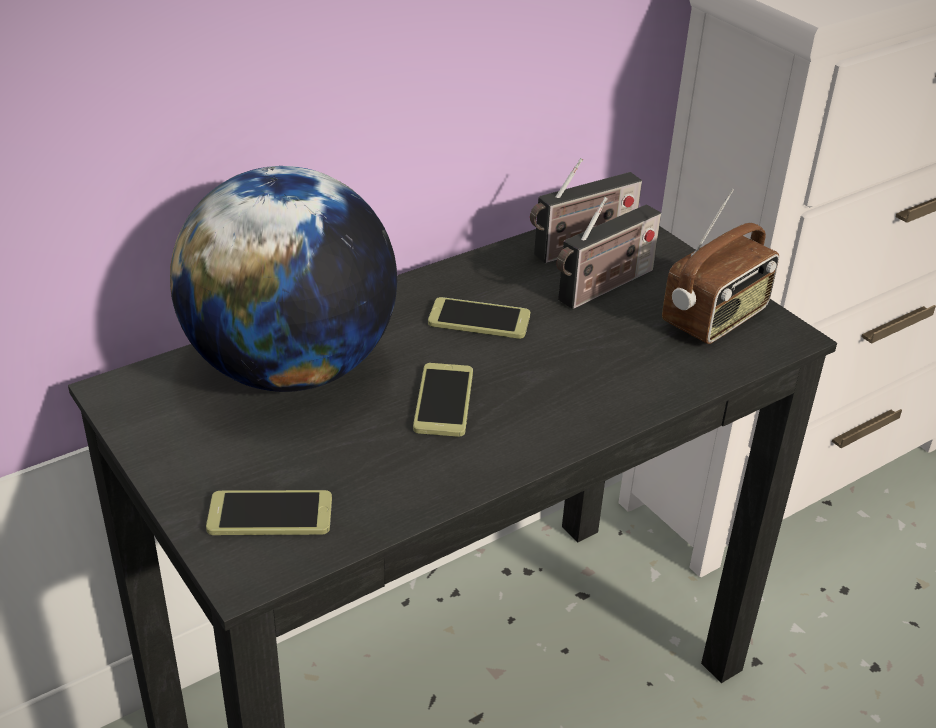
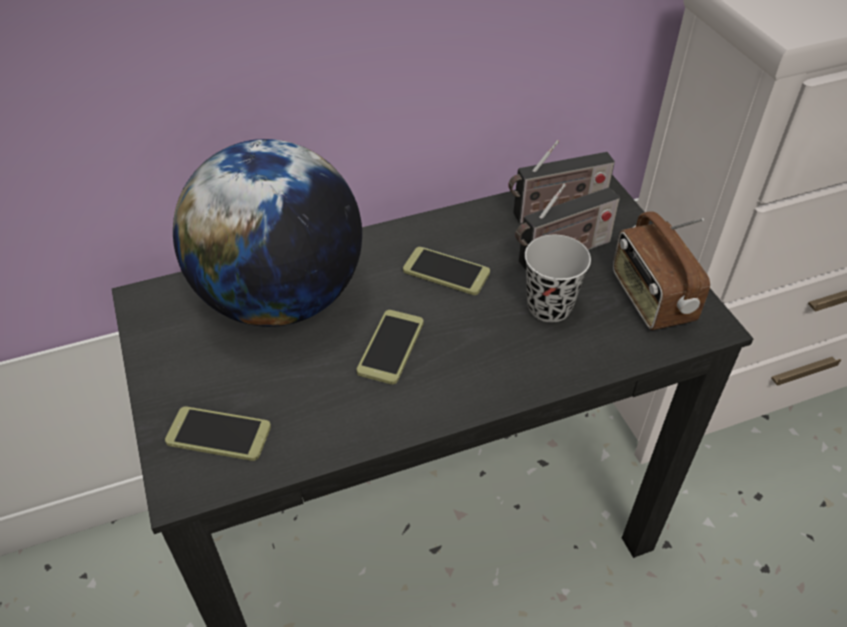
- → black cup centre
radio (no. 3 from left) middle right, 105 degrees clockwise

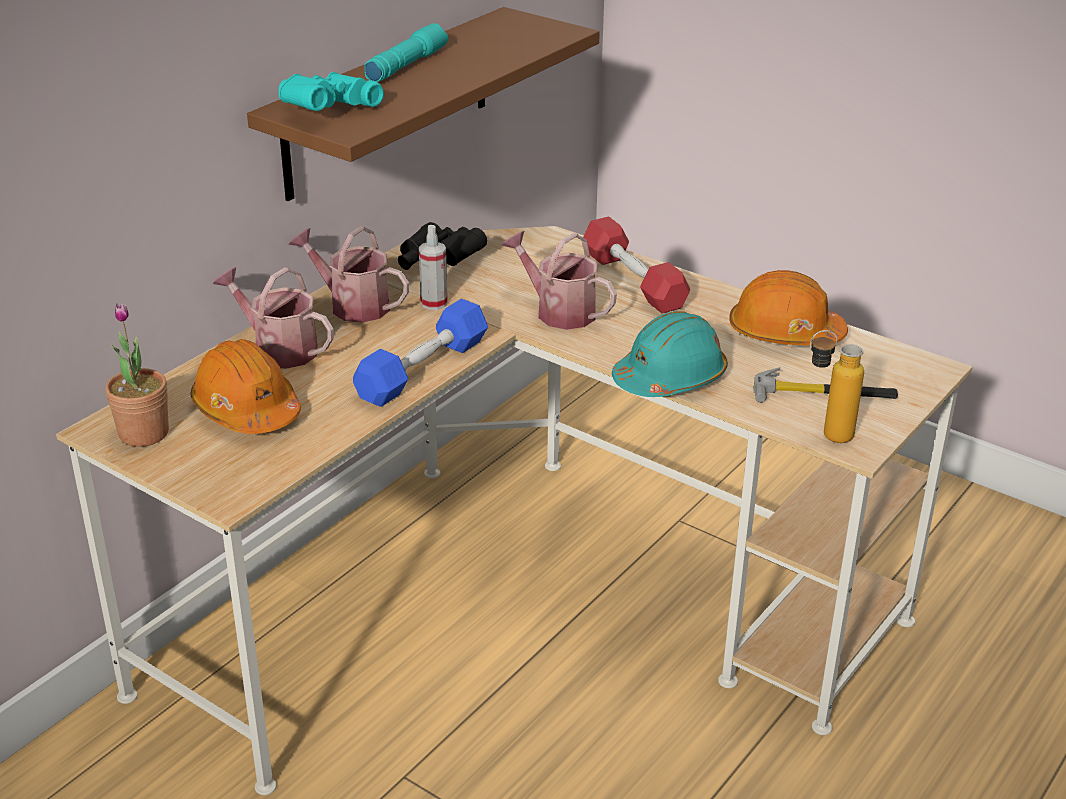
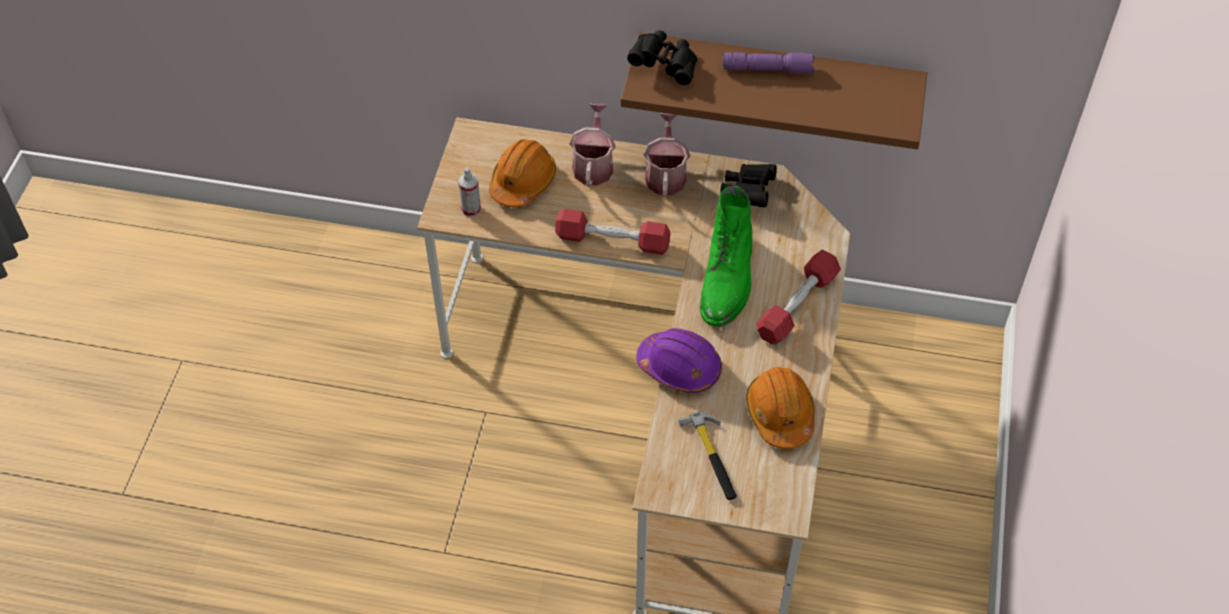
potted plant middle left → -
bottle middle right → -
spray bottle centre → spray bottle top centre, relocated
watering can (no. 3 from left) centre → green boot centre
turquoise binoculars top left → black binoculars (no. 1 from left) top centre
blue dumbbell centre → red dumbbell (no. 1 from left) centre
turquoise flashlight top centre → purple flashlight top centre
turquoise hard hat centre → purple hard hat centre

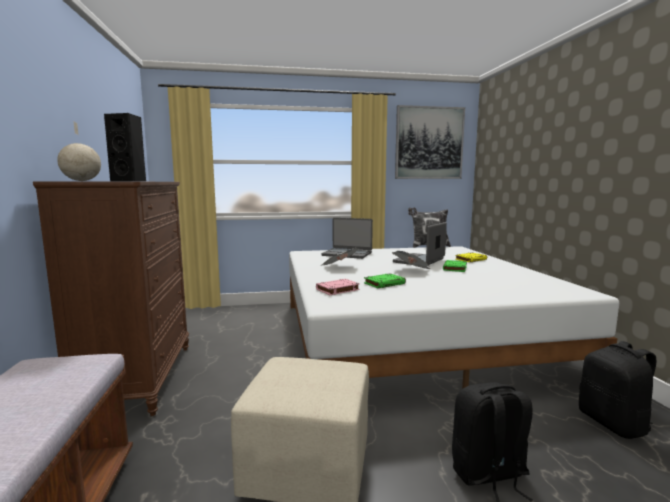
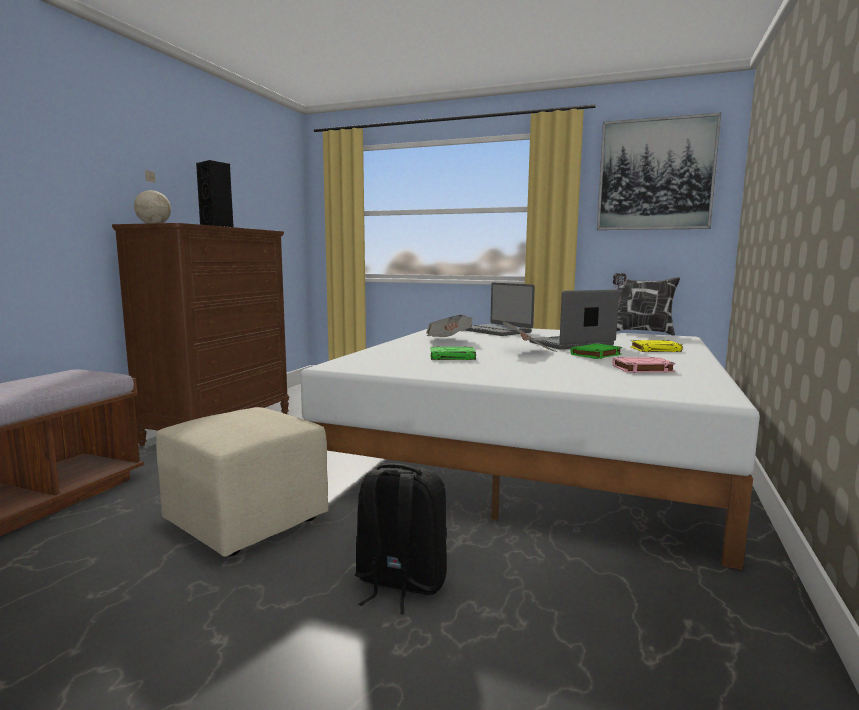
black backpack (no. 2 from left) bottom right → -
pink book centre → pink book middle right, relocated

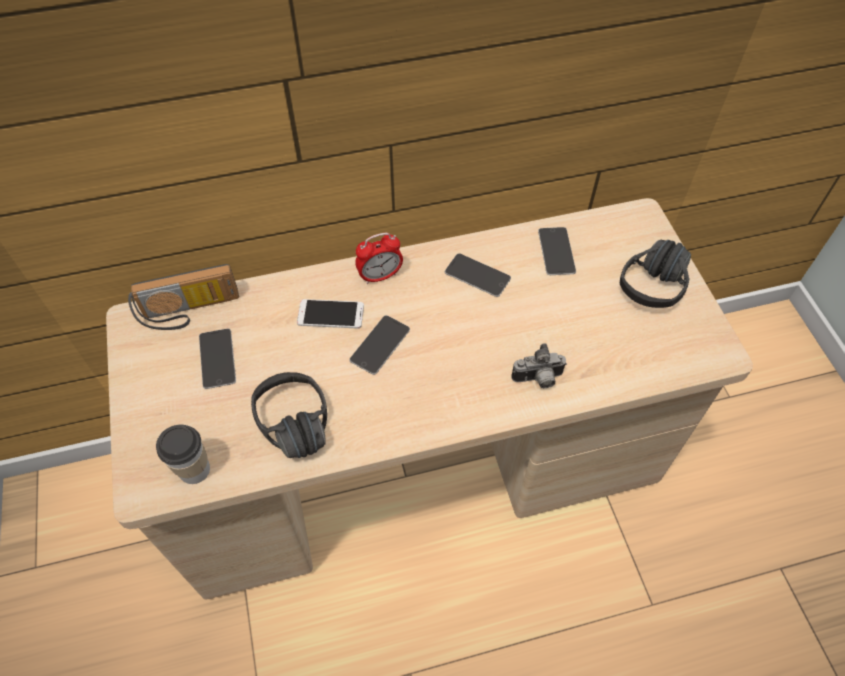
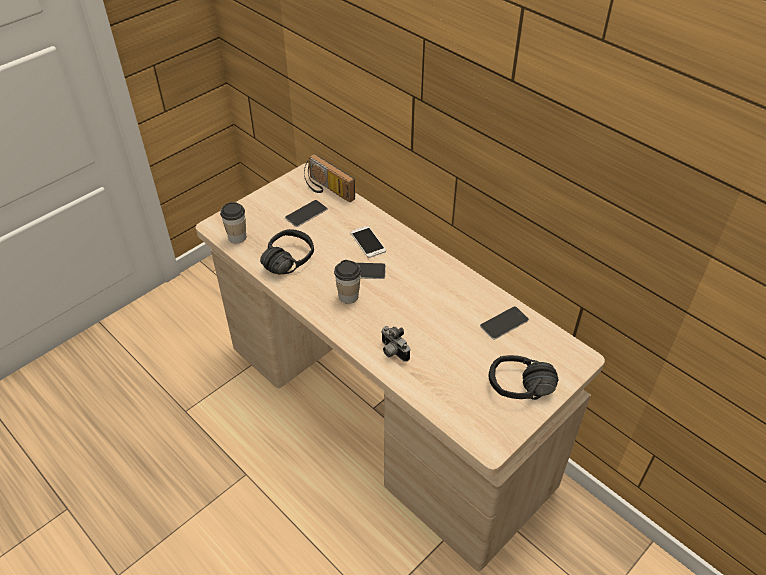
alarm clock centre → -
phone (no. 4 from left) centre → -
- → cup (no. 2 from left) centre

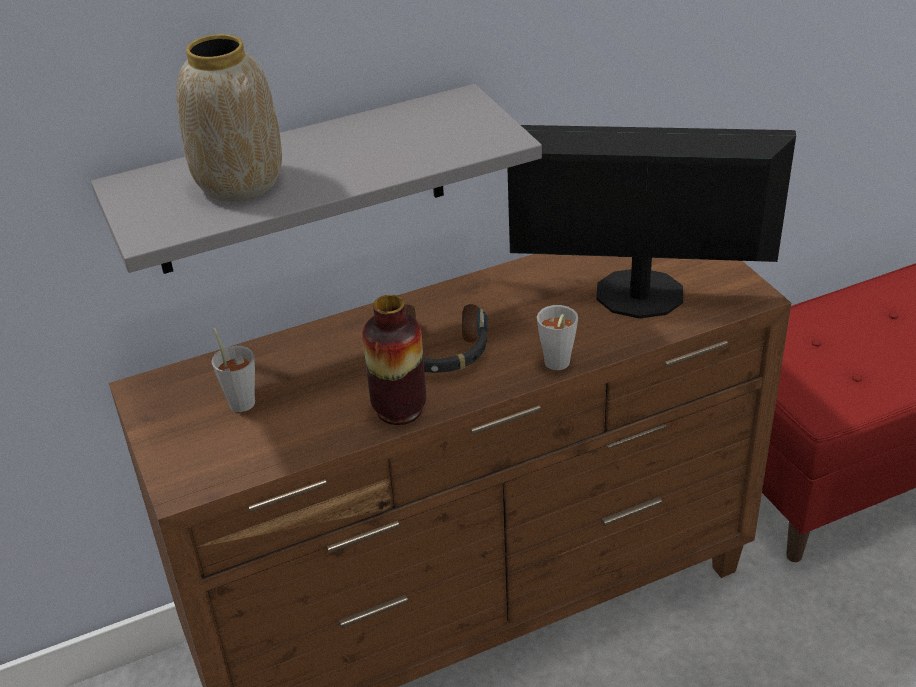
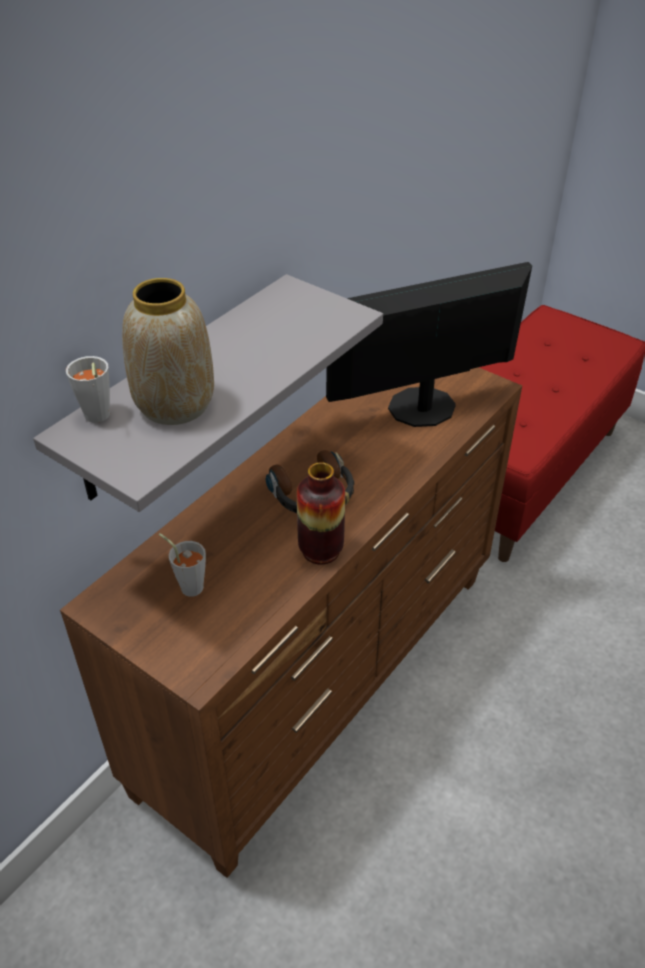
grey cup (no. 2 from left in the first image) centre → grey cup (no. 1 from left) middle left, relocated

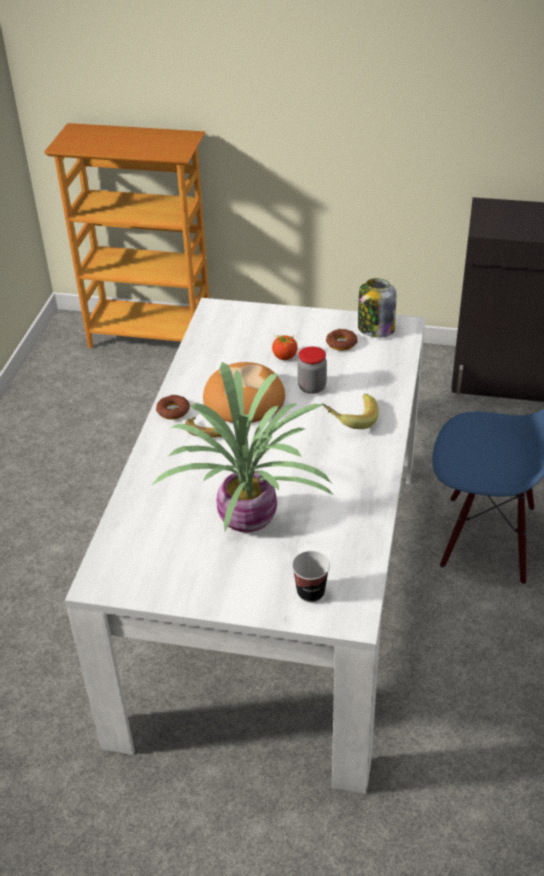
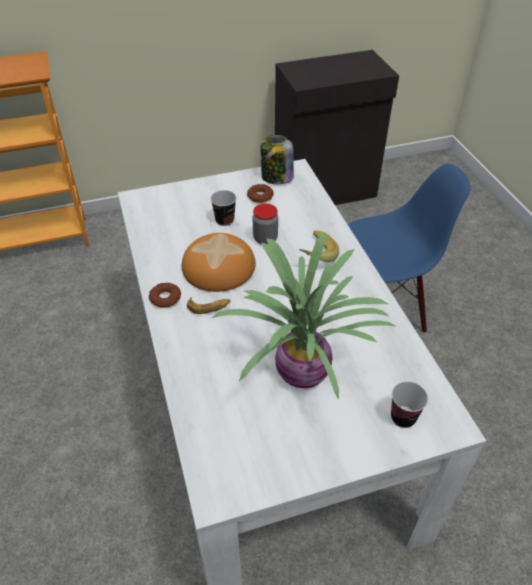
tomato centre → cup (no. 1 from left) centre

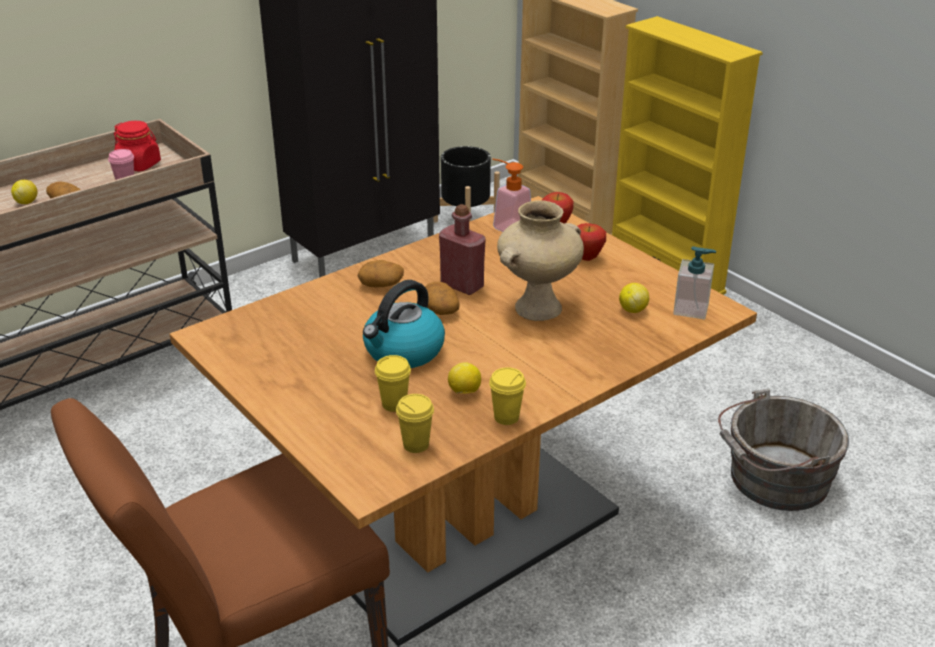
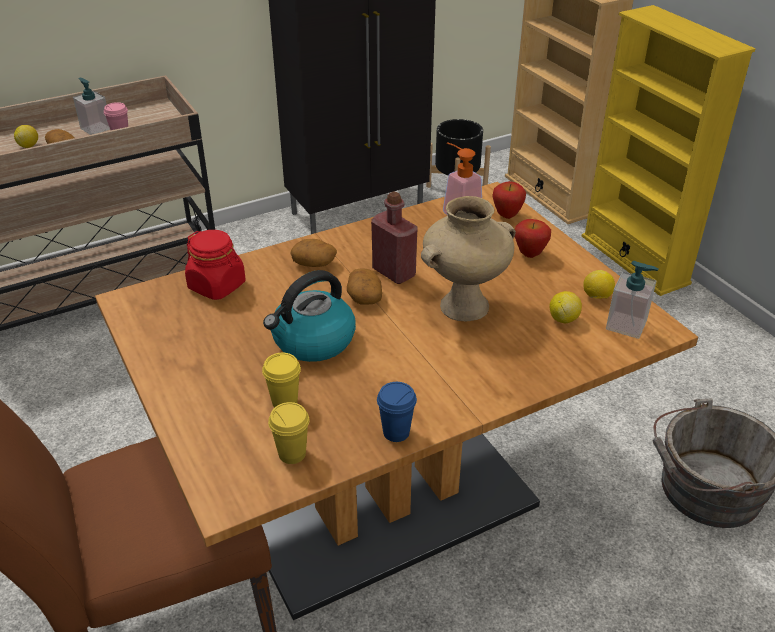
- → soap dispenser (no. 1 from left) top left
red jar top left → red jar middle left, relocated
lemon (no. 2 from left in the first image) centre → lemon (no. 3 from left) middle right, relocated
yellow cup (no. 3 from left) centre → blue cup centre

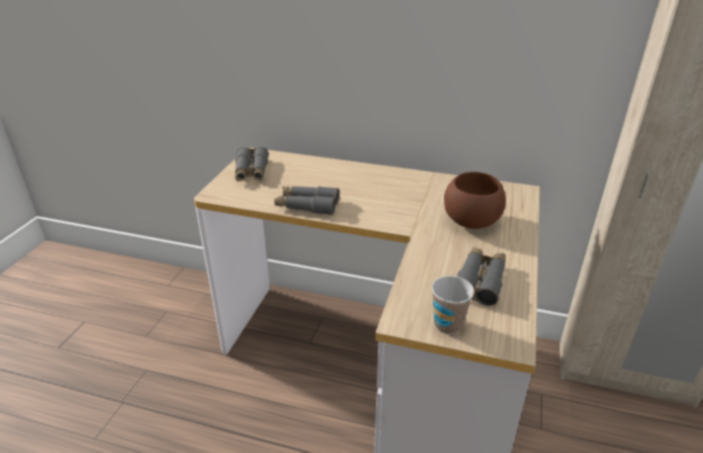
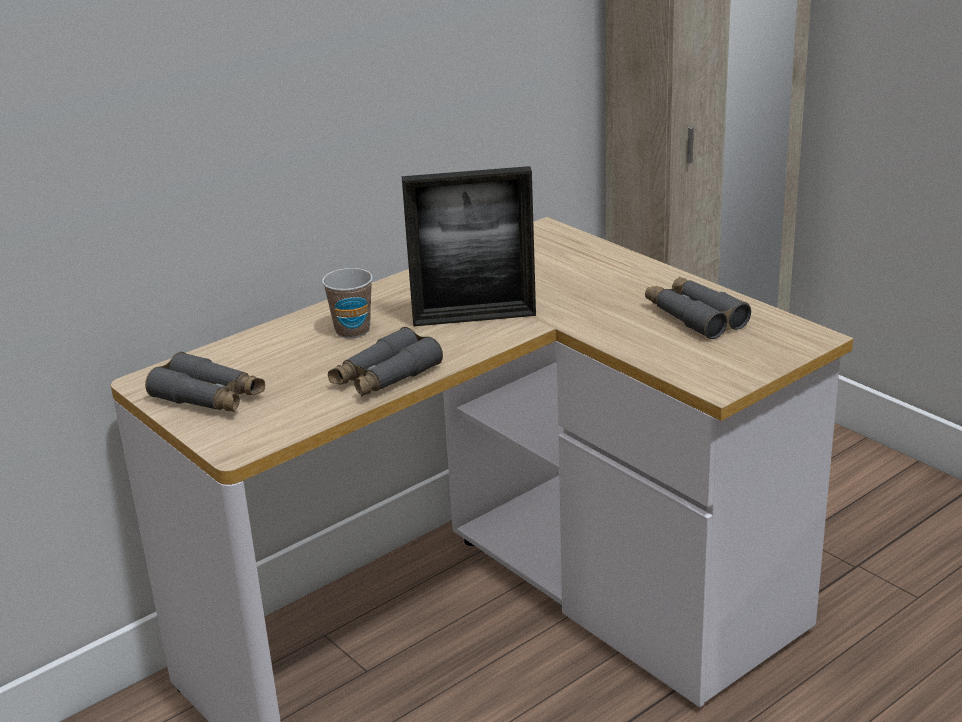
brown bowl middle right → -
- → picture frame centre
cup bottom centre → cup centre, relocated

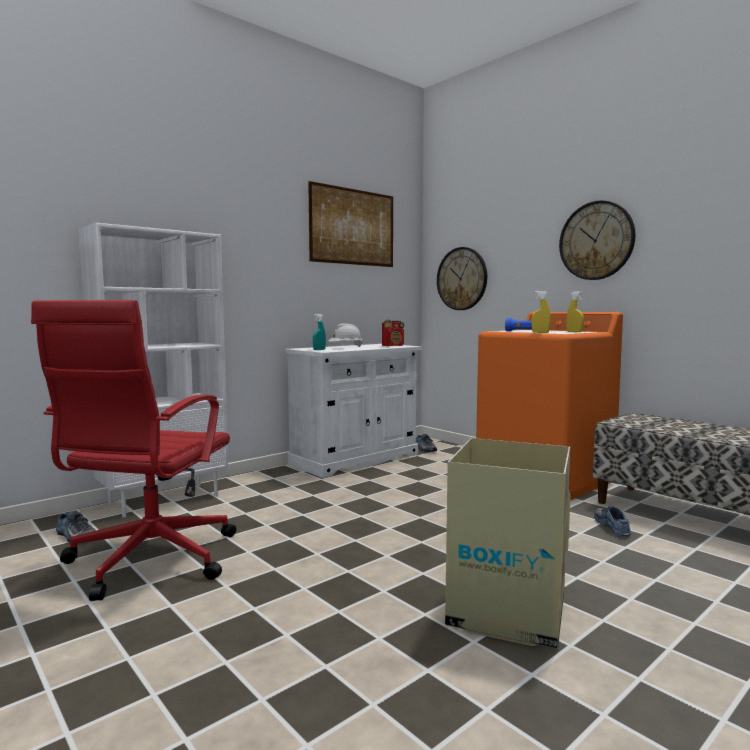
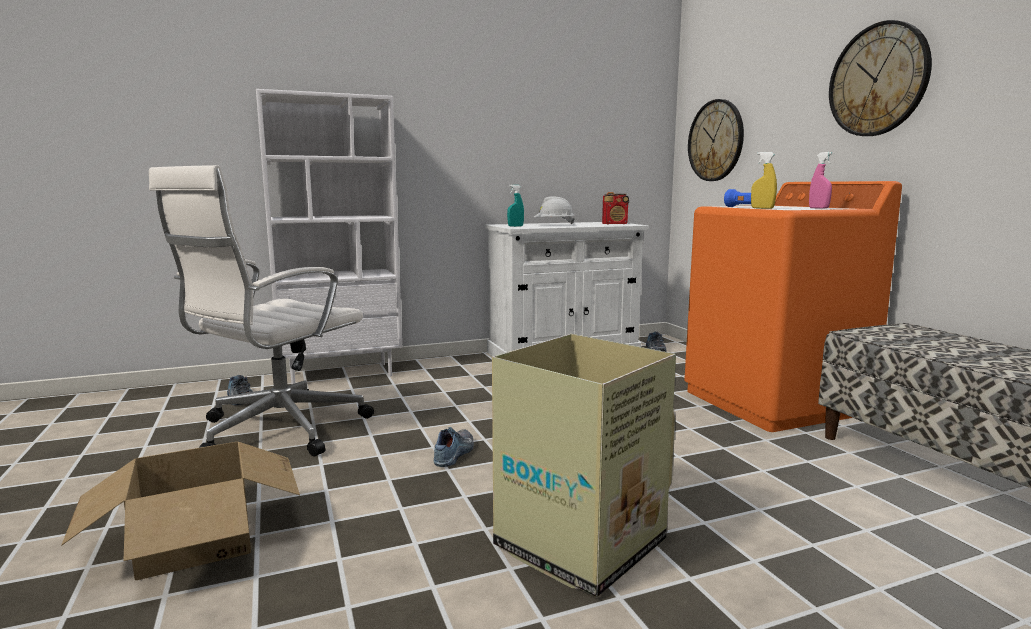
picture top centre → -
- → cardboard box (no. 1 from left) bottom left
shoe (no. 3 from left in the first image) bottom right → shoe (no. 2 from left) bottom centre, relocated
red office chair middle left → white office chair middle left
yellow spray bottle (no. 2 from left) middle right → pink spray bottle top right

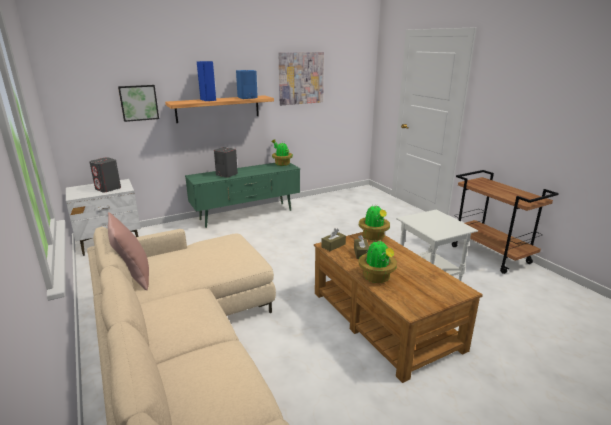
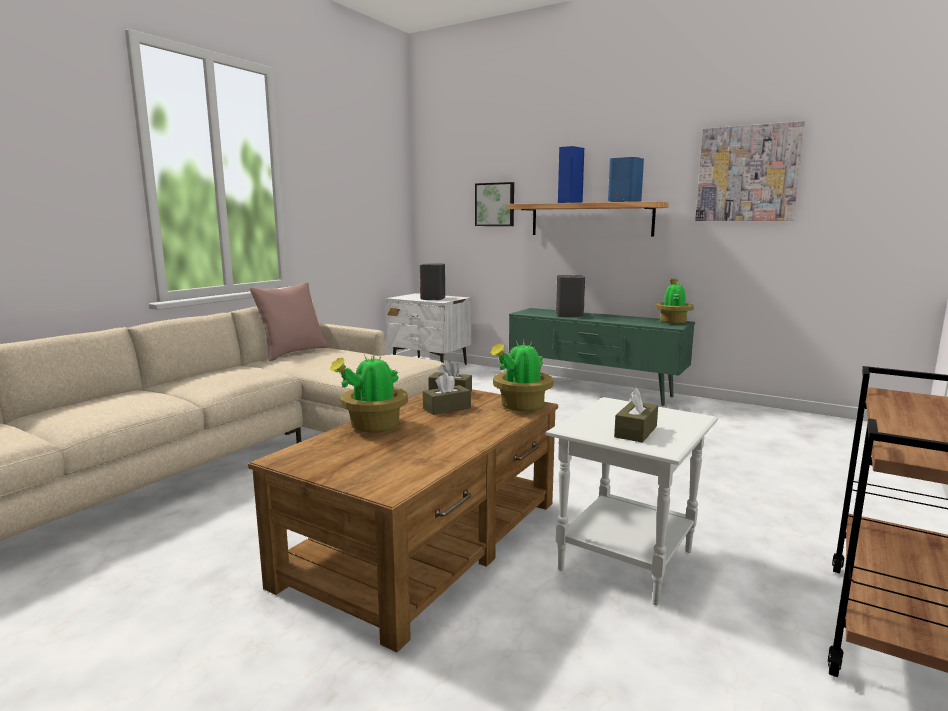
- → brown tissue box (no. 3 from left) middle right

